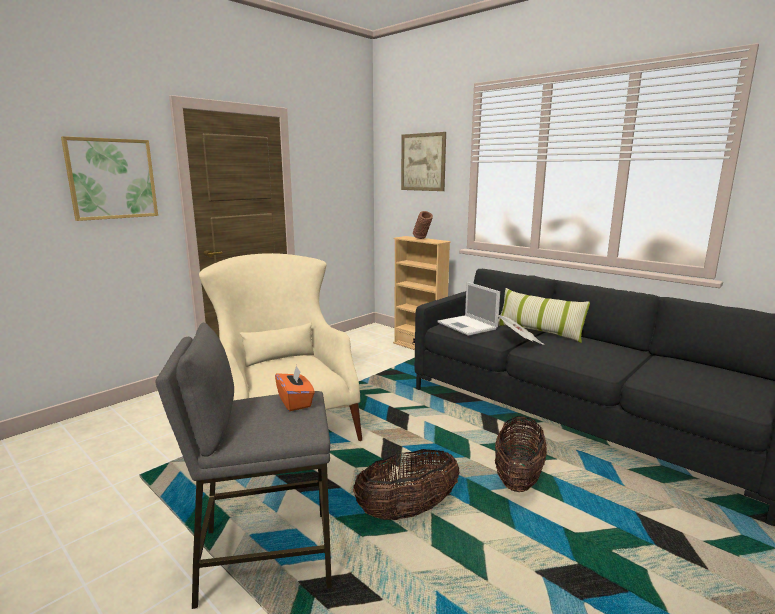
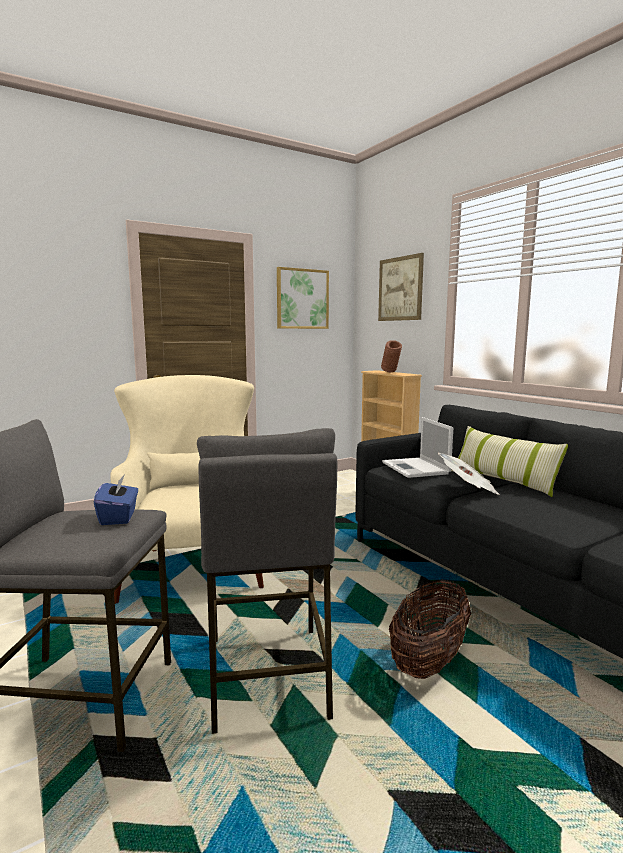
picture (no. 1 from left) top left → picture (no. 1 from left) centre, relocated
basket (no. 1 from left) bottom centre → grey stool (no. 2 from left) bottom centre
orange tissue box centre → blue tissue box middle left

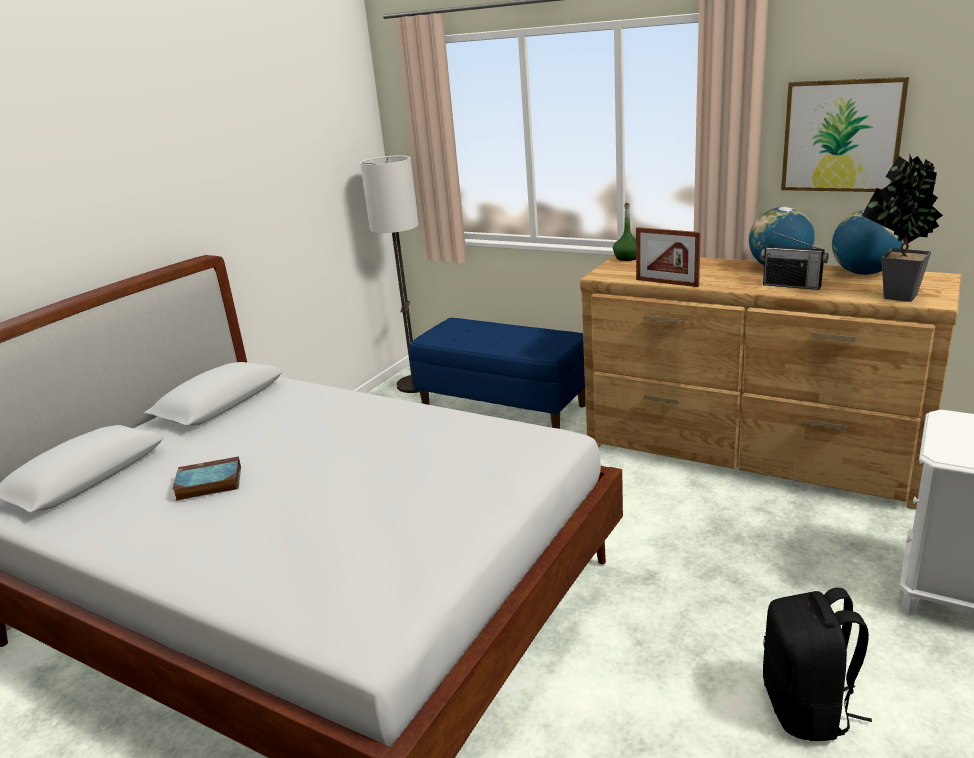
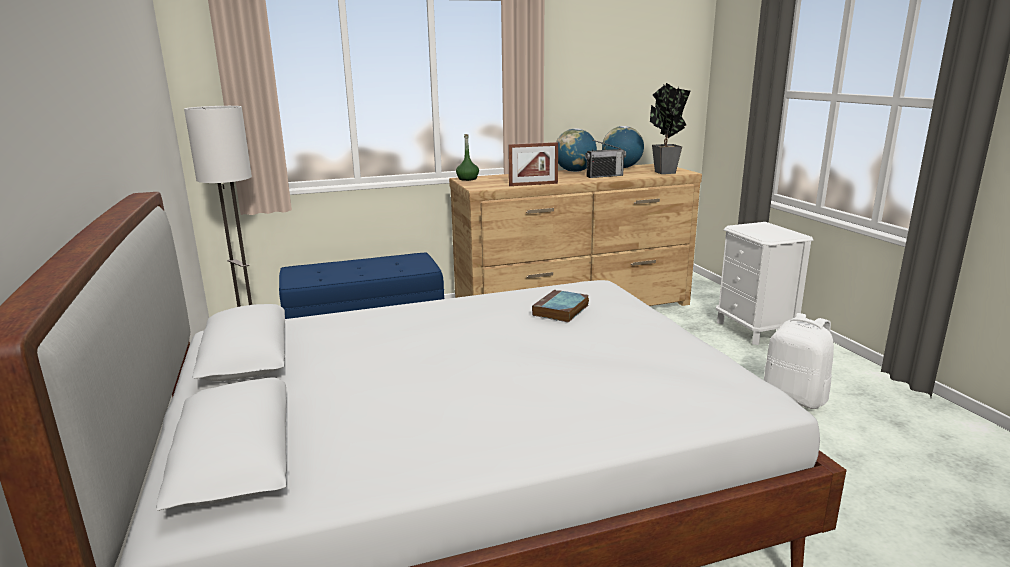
picture top right → -
book middle left → book centre, relocated
black backpack bottom right → white backpack middle right

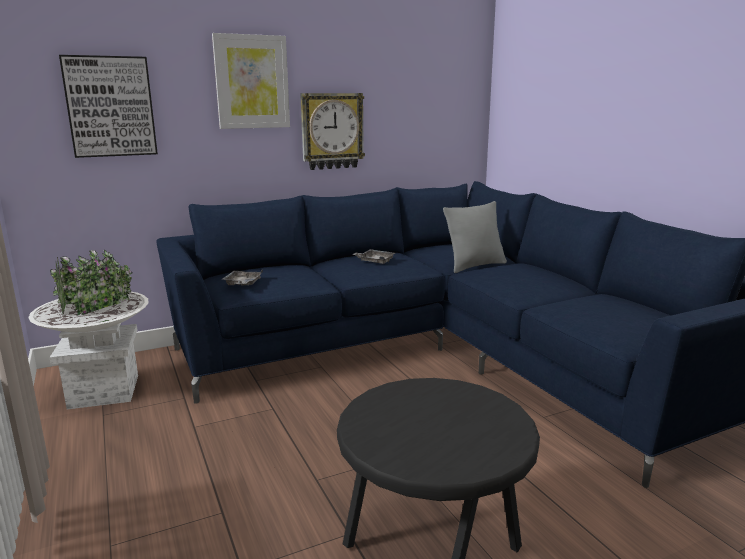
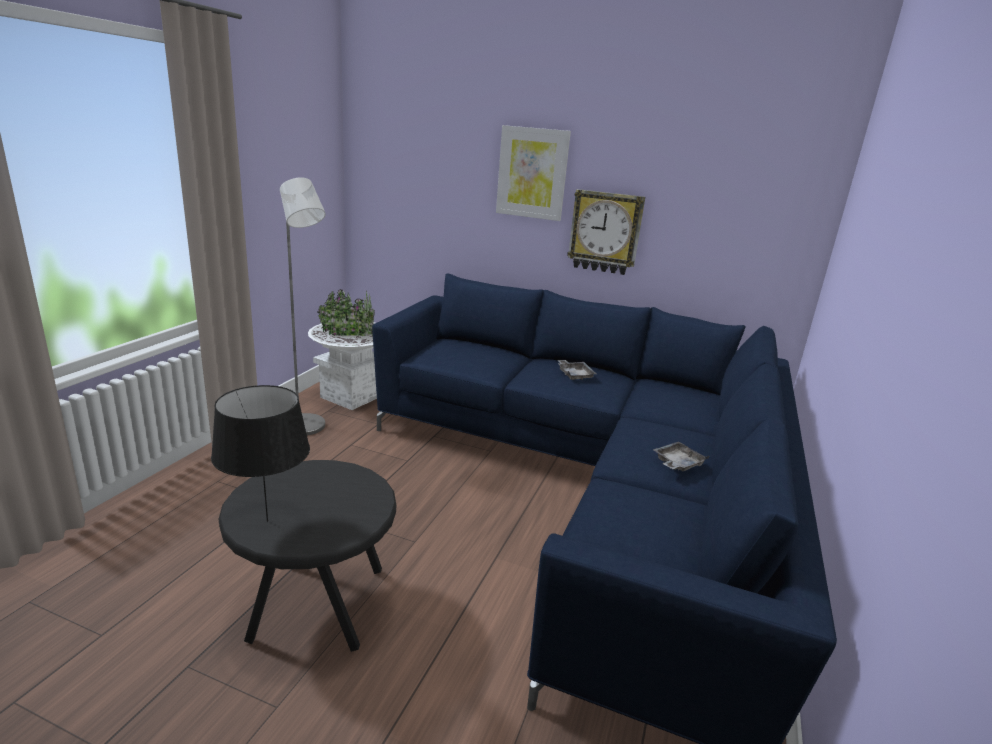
picture (no. 1 from left) top left → -
grey pillow centre → -
- → black table lamp middle left
- → grey floor lamp middle left
grey tray (no. 1 from left in the first image) middle left → grey tray (no. 2 from left) middle right, relocated

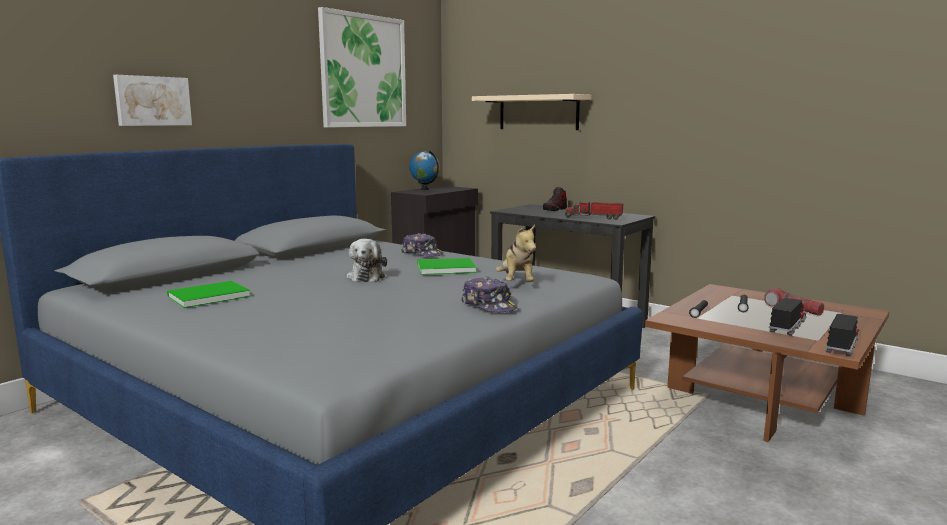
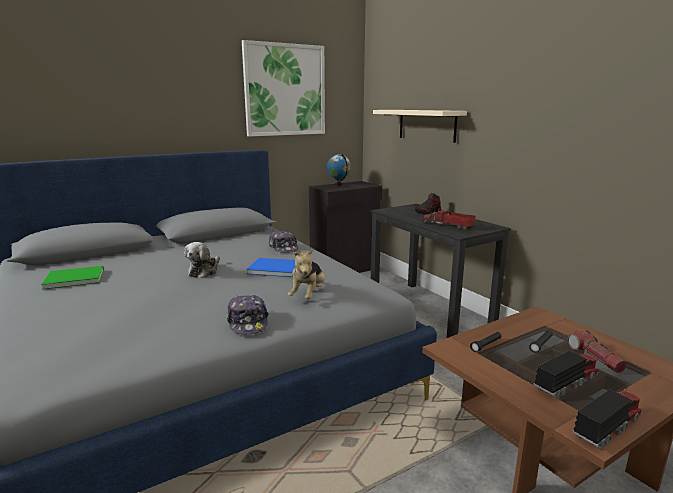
picture (no. 1 from left) top left → -
green book (no. 2 from left) centre → blue book centre

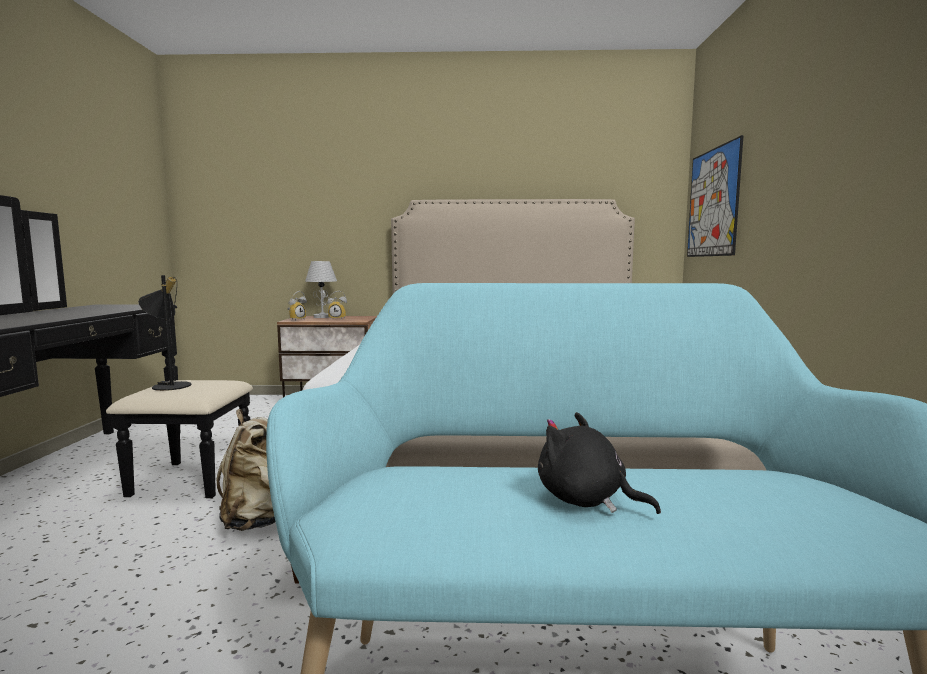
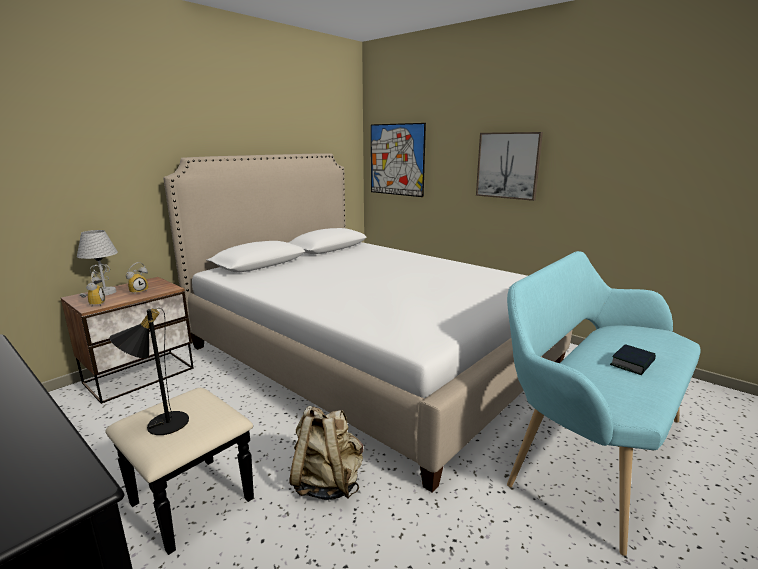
- → picture (no. 2 from left) top right
black plush toy bottom centre → book middle right

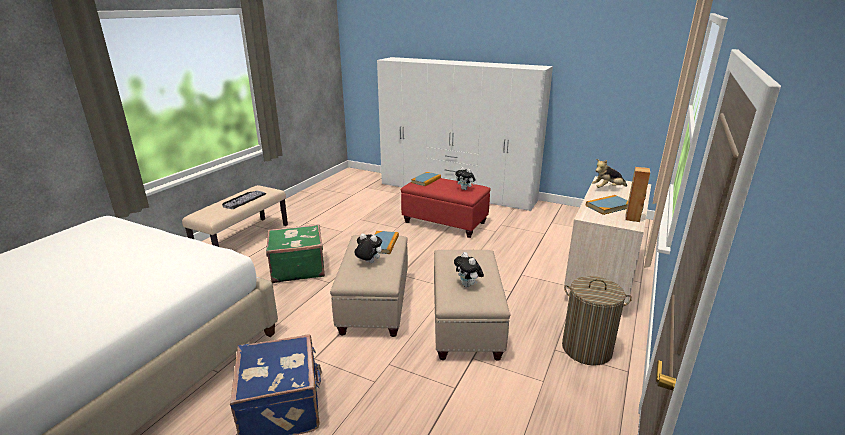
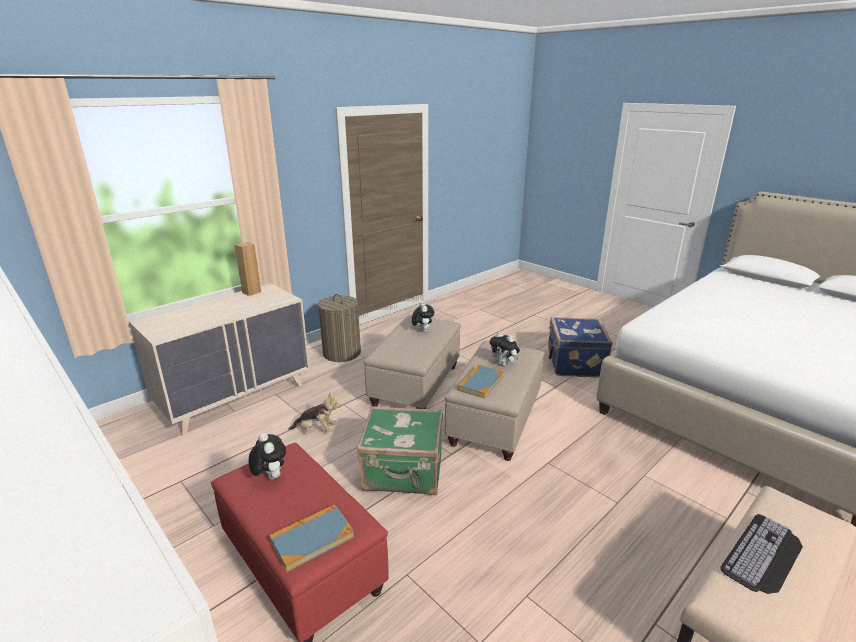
book (no. 3 from left) middle right → -
green suitcase centre → green suitcase bottom centre, relocated
plush toy (no. 4 from left in the first image) middle right → plush toy (no. 2 from left) centre, relocated

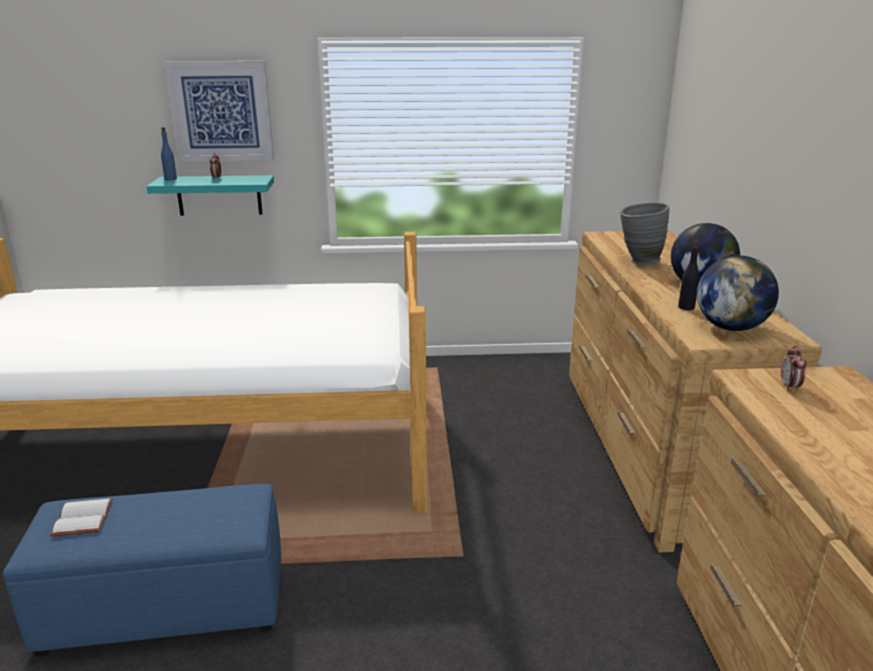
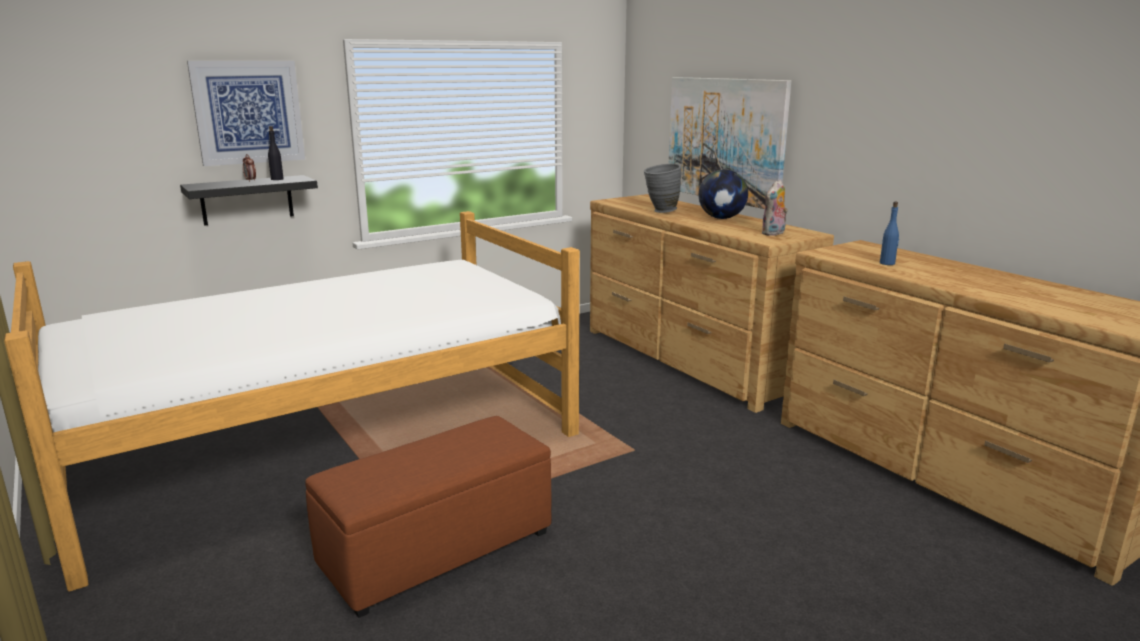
white book bottom left → -
alarm clock (no. 2 from left) middle right → -
- → picture (no. 2 from left) top centre
blue bottle top left → blue bottle middle right, relocated
black bottle middle right → black bottle top left, relocated
globe (no. 2 from left) middle right → plush toy top right
blue ottoman bottom left → brown ottoman bottom centre
turquoise shelf top left → black shelf top left

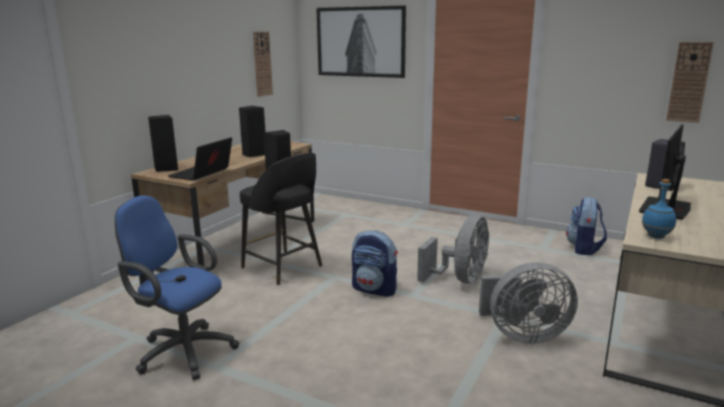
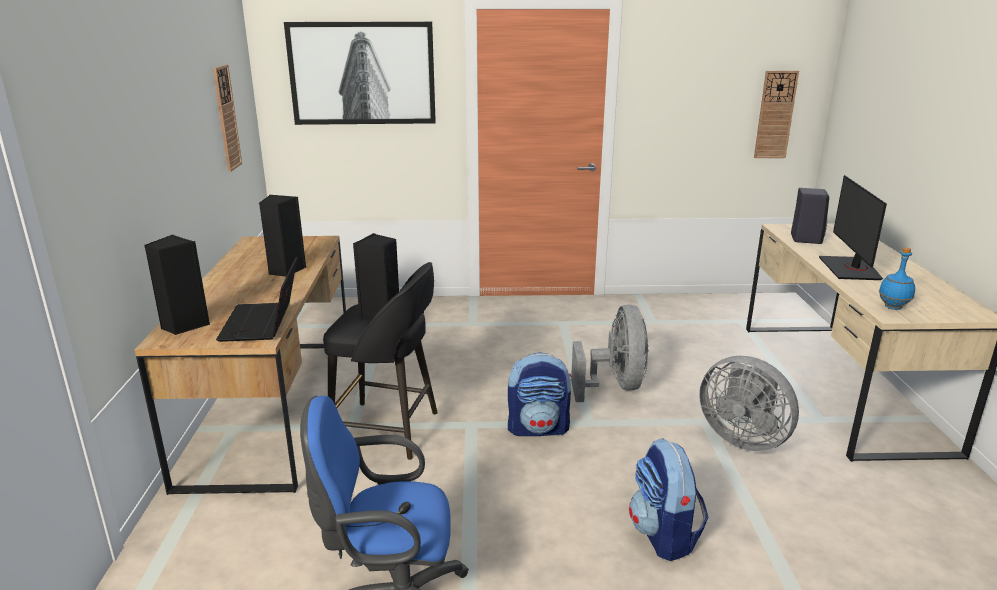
backpack (no. 2 from left) middle right → backpack (no. 2 from left) bottom right, relocated
grey fan (no. 2 from left) bottom right, 75 degrees clockwise

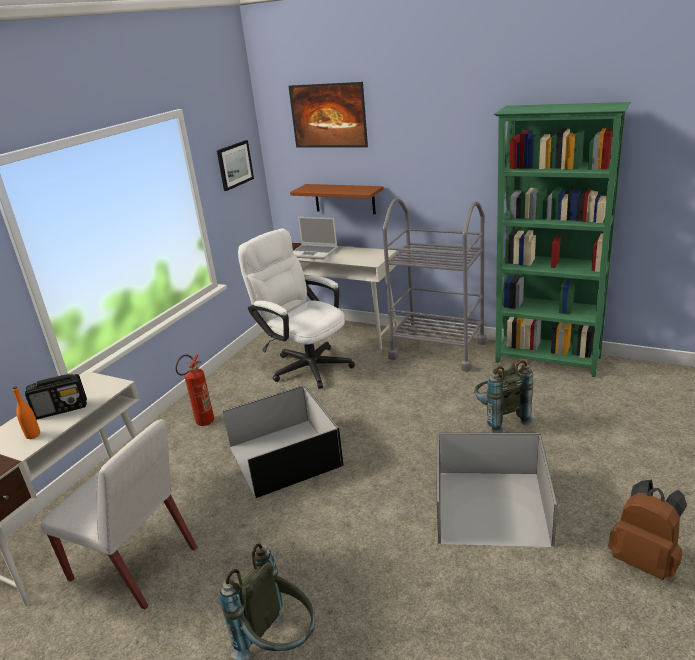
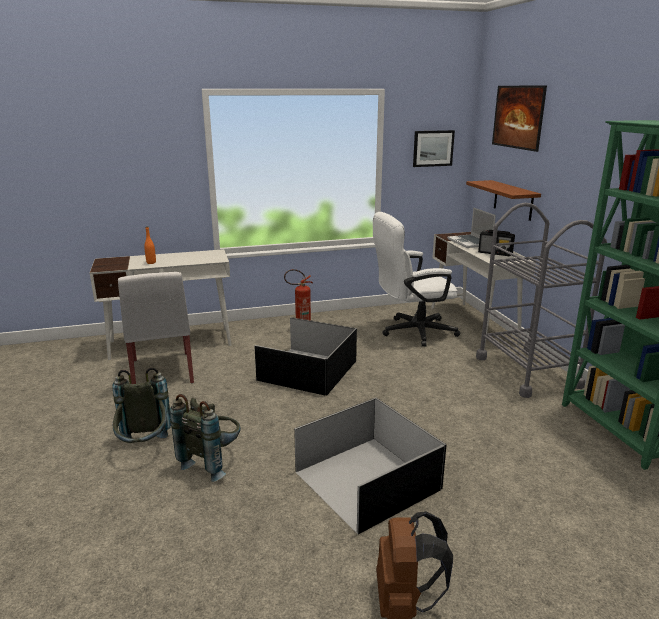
radio middle left → radio middle right, relocated
grey backpack (no. 2 from left) middle right → grey backpack (no. 2 from left) bottom left, relocated
white office chair centre, 105 degrees counterclockwise

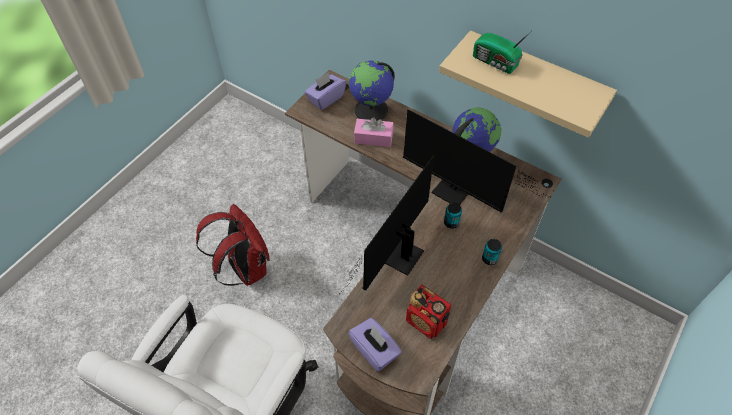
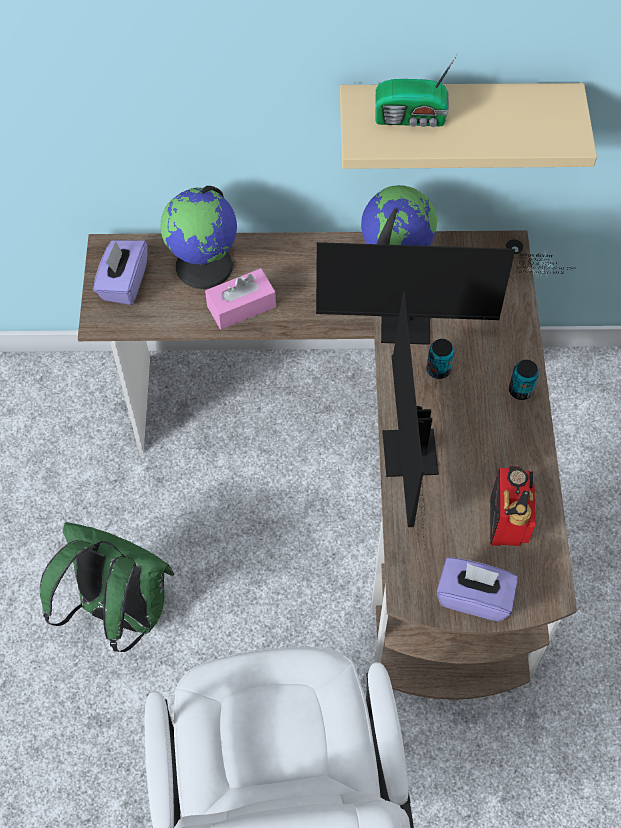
red backpack middle left → green backpack bottom left
radio (no. 1 from left in the first image) bottom centre → radio (no. 2 from left) middle right, 90 degrees counterclockwise

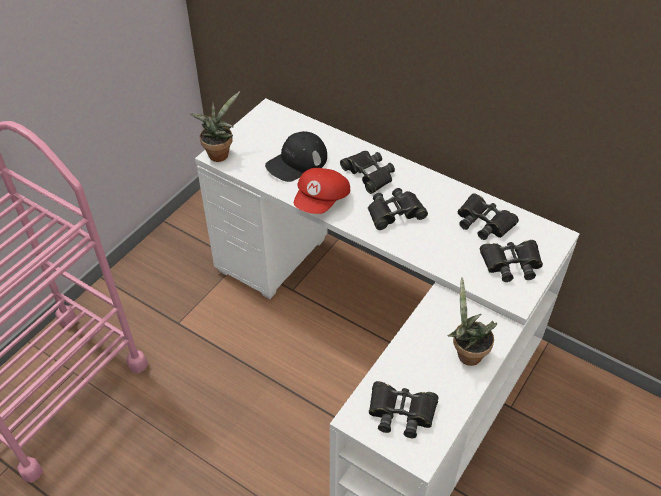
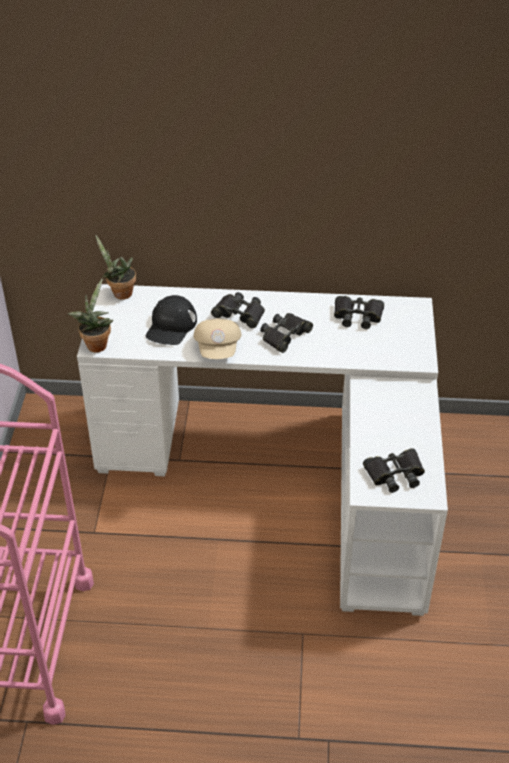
black binoculars (no. 5 from left) middle right → -
potted plant (no. 2 from left) middle right → potted plant (no. 2 from left) middle left, relocated
red cap centre → beige cap centre

